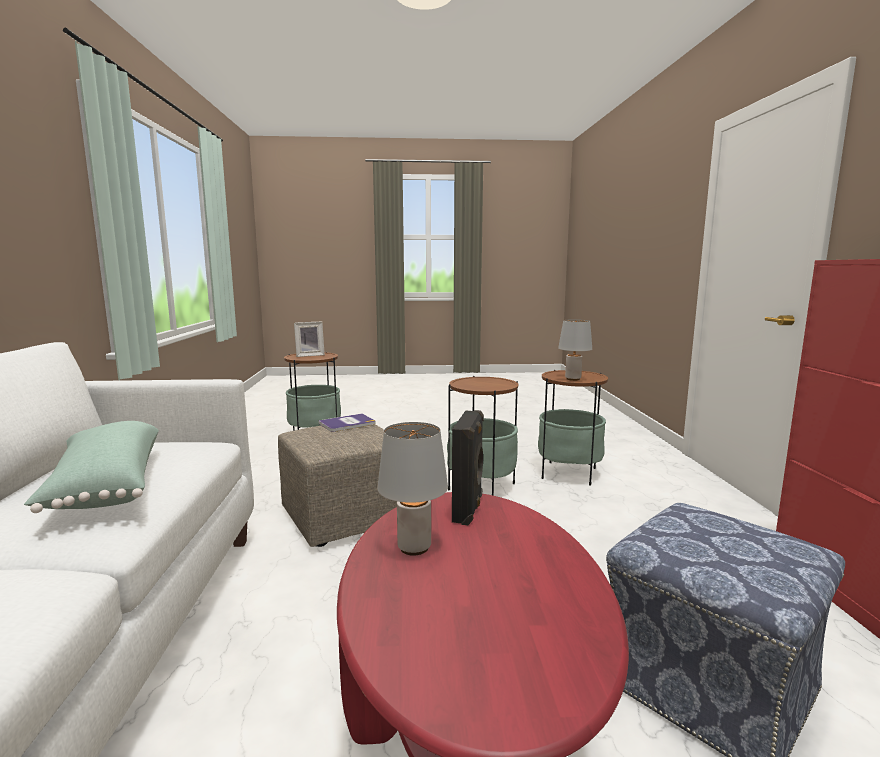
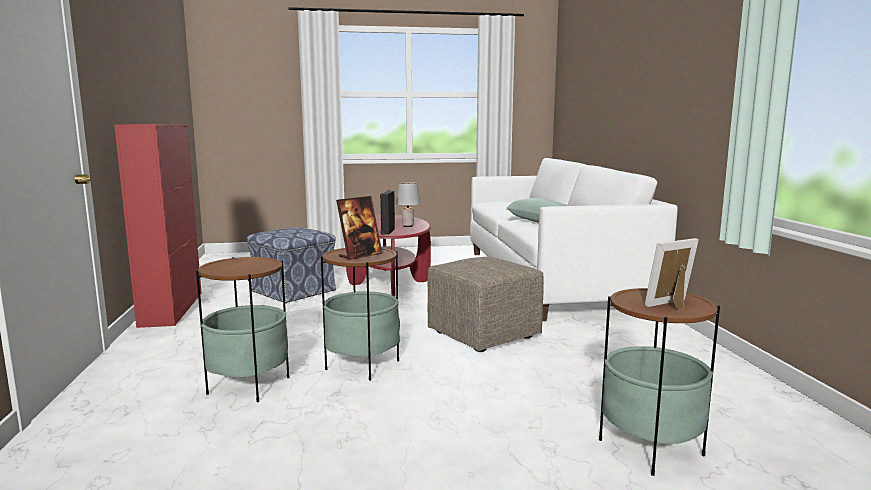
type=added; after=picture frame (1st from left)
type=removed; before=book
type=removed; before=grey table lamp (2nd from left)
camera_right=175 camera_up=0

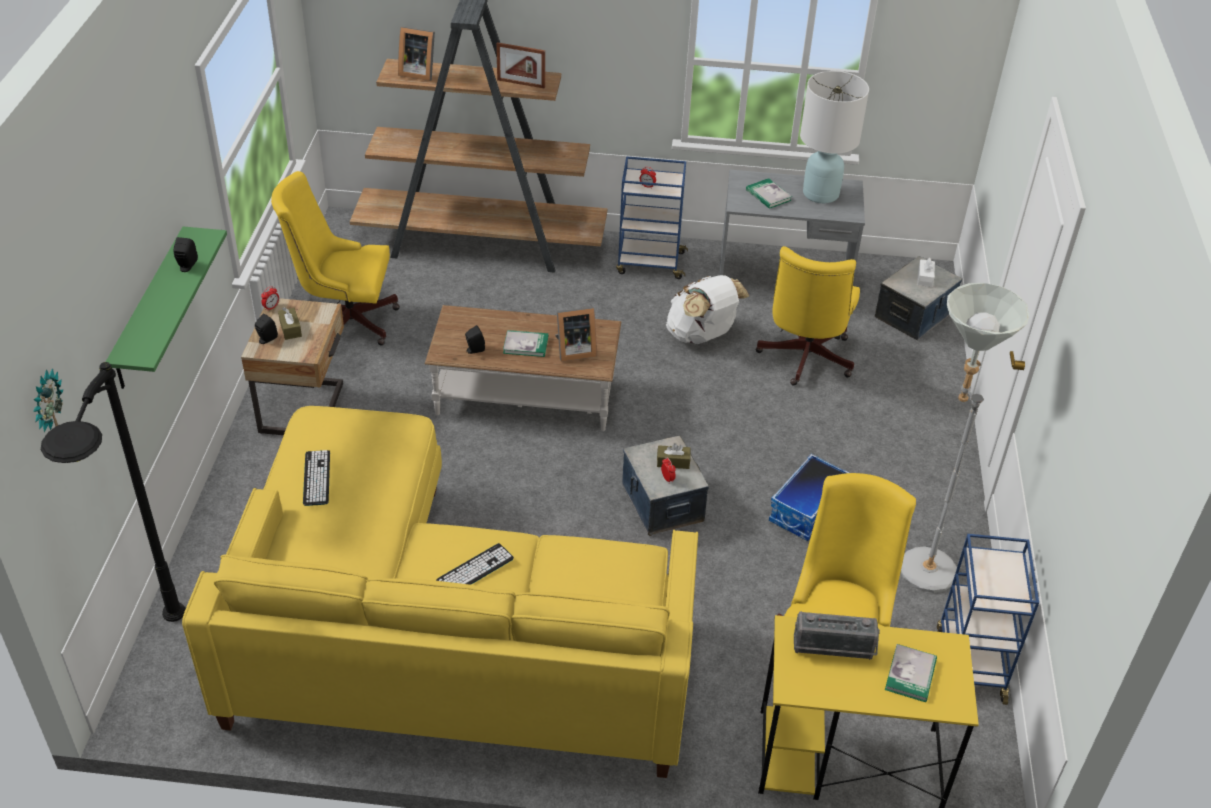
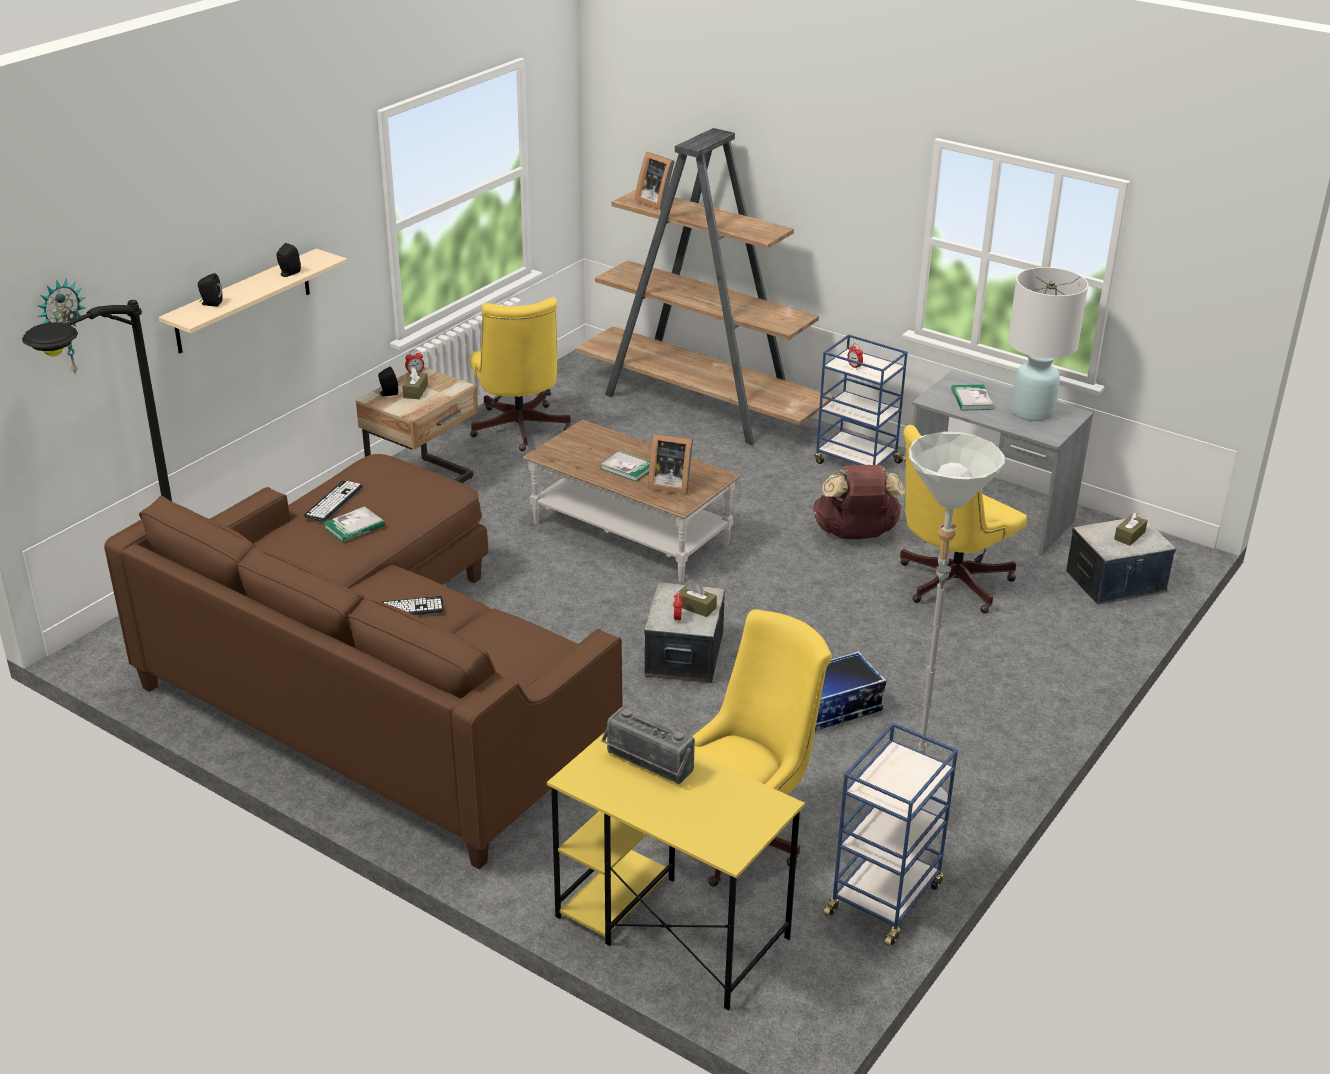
type=recoloured; before=yellow sofa; after=brown sofa
type=recoloured; before=green shelf; after=beige shelf
type=moved; before=black speaker (3rd from left in the first image); after=black speaker (1st from left)
type=moved; before=book (3rd from left in the first image); after=book (1st from left)
type=turned; before=yellow office chair (1st from left); turn=-135
type=recoloured; before=white backpack; after=brown backpack
type=recoloured; before=white tissue box; after=brown tissue box (3rd from left)
type=removed; before=picture frame (2nd from left)
camera_right=30 camera_up=-10

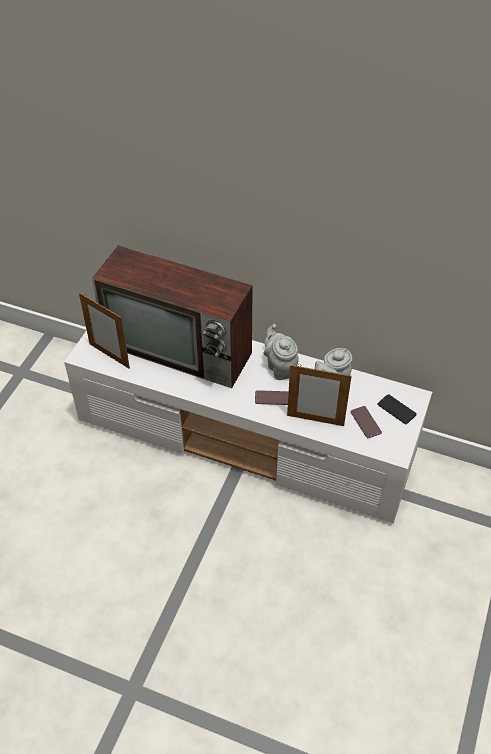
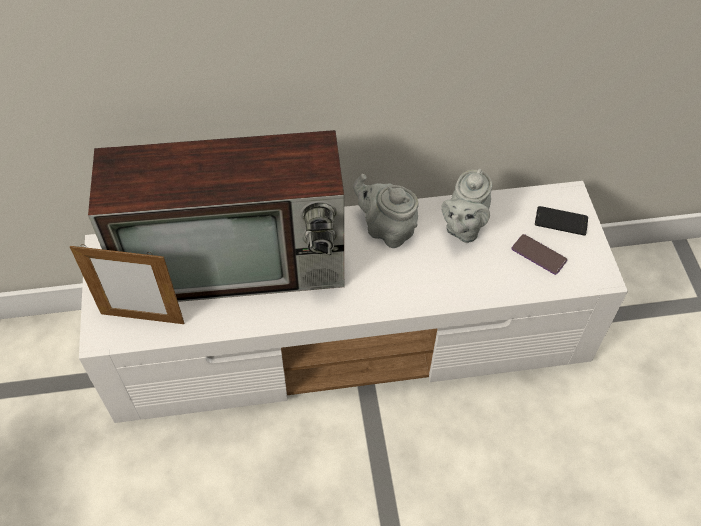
type=removed; before=phone (1st from left)
type=removed; before=picture frame (2nd from left)
camera_right=-30 camera_up=5

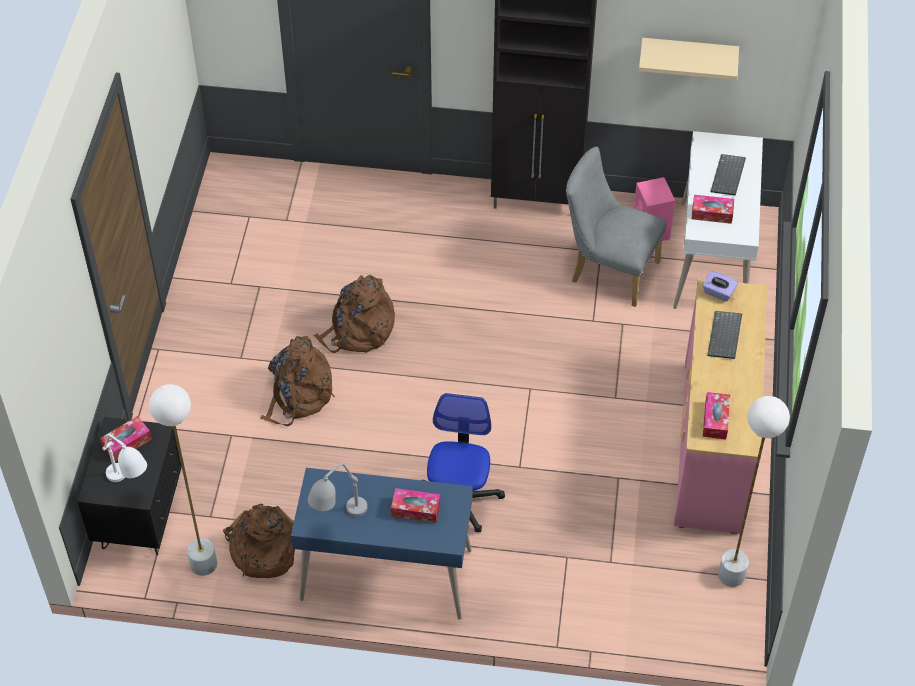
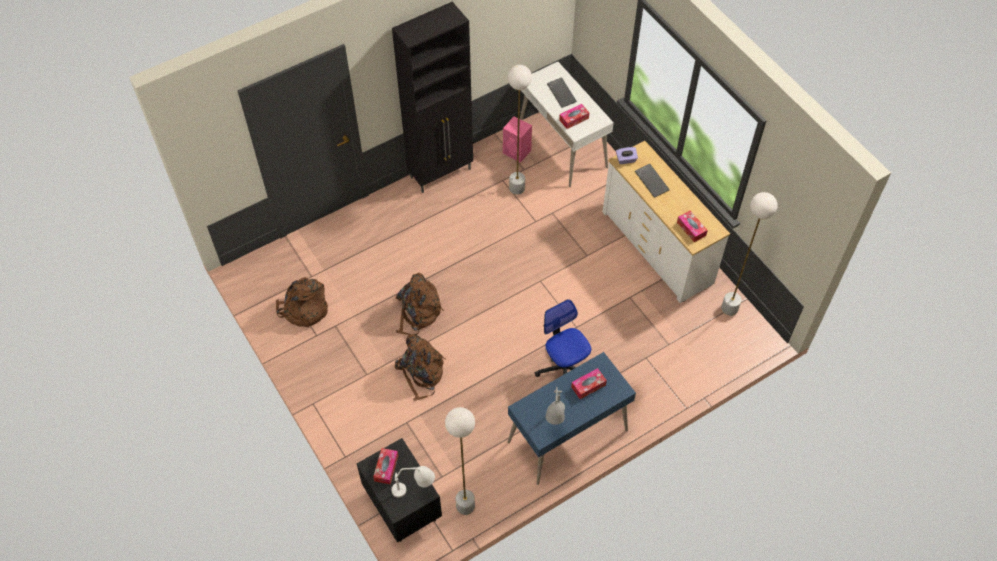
type=moved; before=brown backpack (1st from left)
type=replaced; before=grey chair; after=white floor lamp (2nd from left)
type=recoloured; before=pink dresser; after=white dresser
type=removed; before=beige shelf
camera_right=-40 camera_up=5

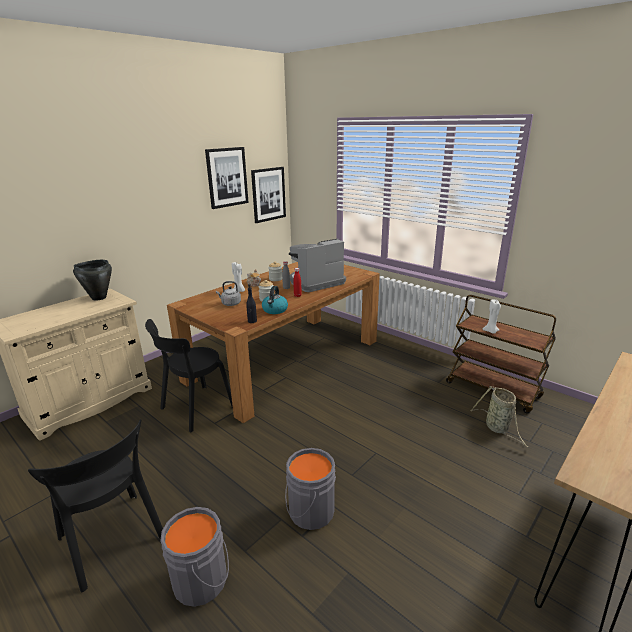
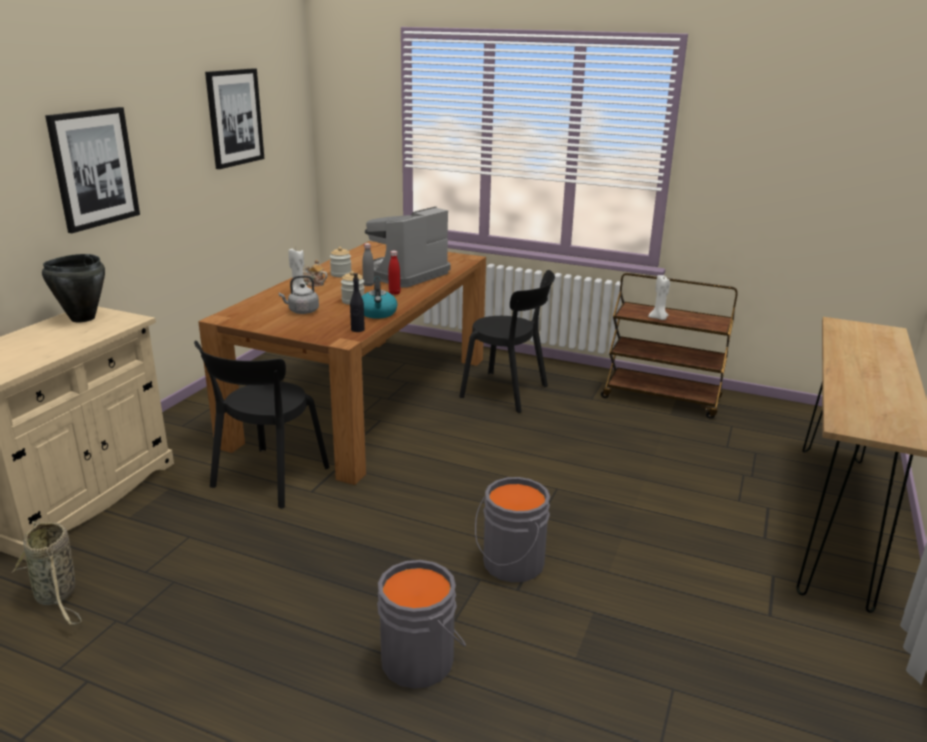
type=moved; before=basket
type=moved; before=picture (2nd from left in the first image); after=picture (1st from left)
type=moved; before=black chair (1st from left in the first image); after=black chair (2nd from left)
camera_right=-20 camera_up=0

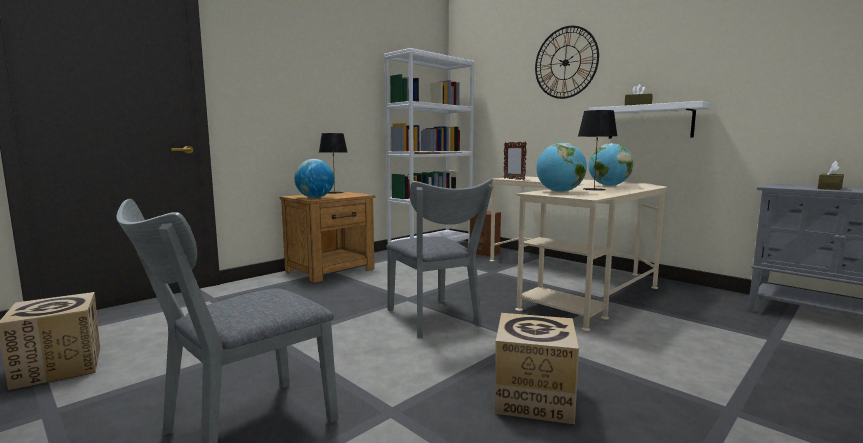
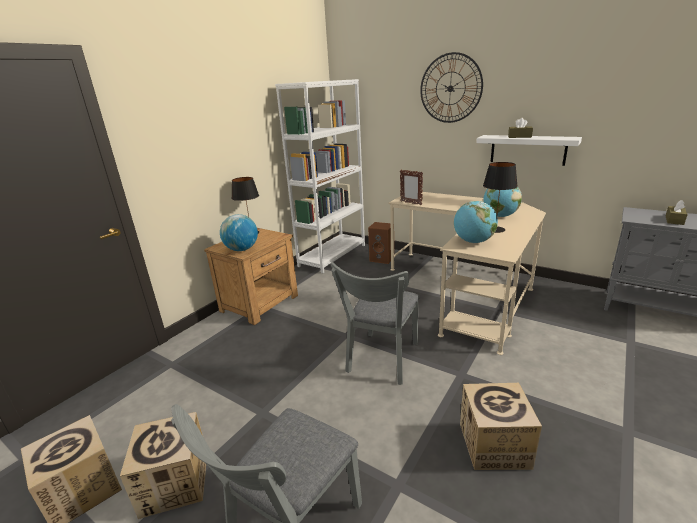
type=added; after=cardboard box (2nd from left)
type=turned; before=grey chair (2nd from left); turn=60
camera_right=-10 camera_up=15

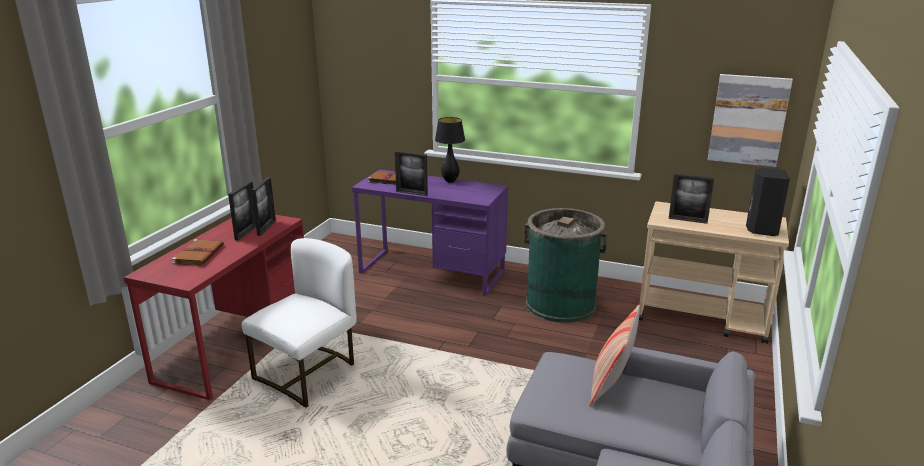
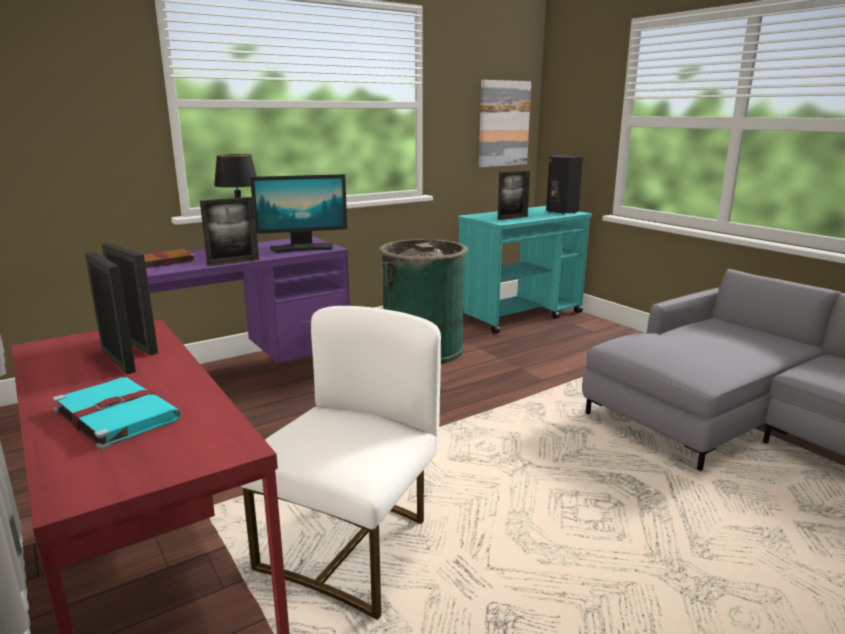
type=recoloured; before=brown book (1st from left); after=turquoise book
type=turned; before=white chair; turn=45
type=added; after=monitor
type=recoloured; before=beige cart; after=turquoise cart
type=removed; before=pillow
camera_right=-55 camera_up=-5

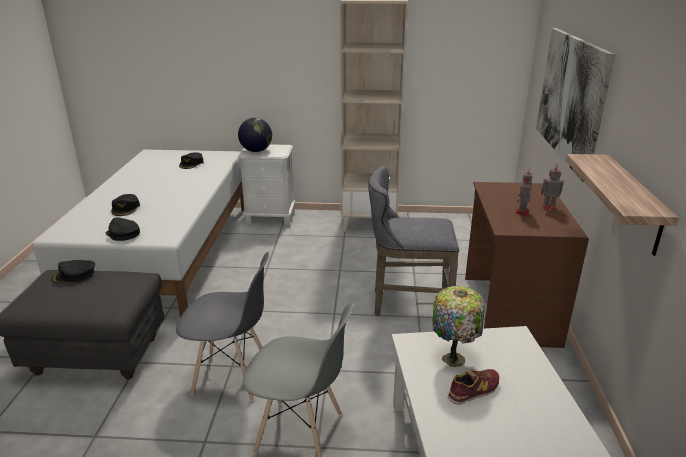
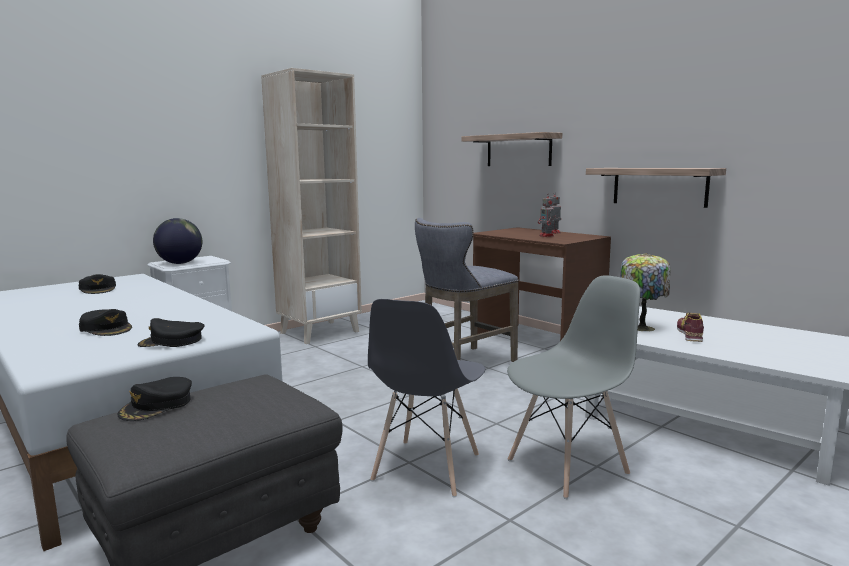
type=turned; before=grey chair (1st from left); turn=150
type=replaced; before=picture; after=shelf (1st from left)
camera_right=-45 camera_up=-15

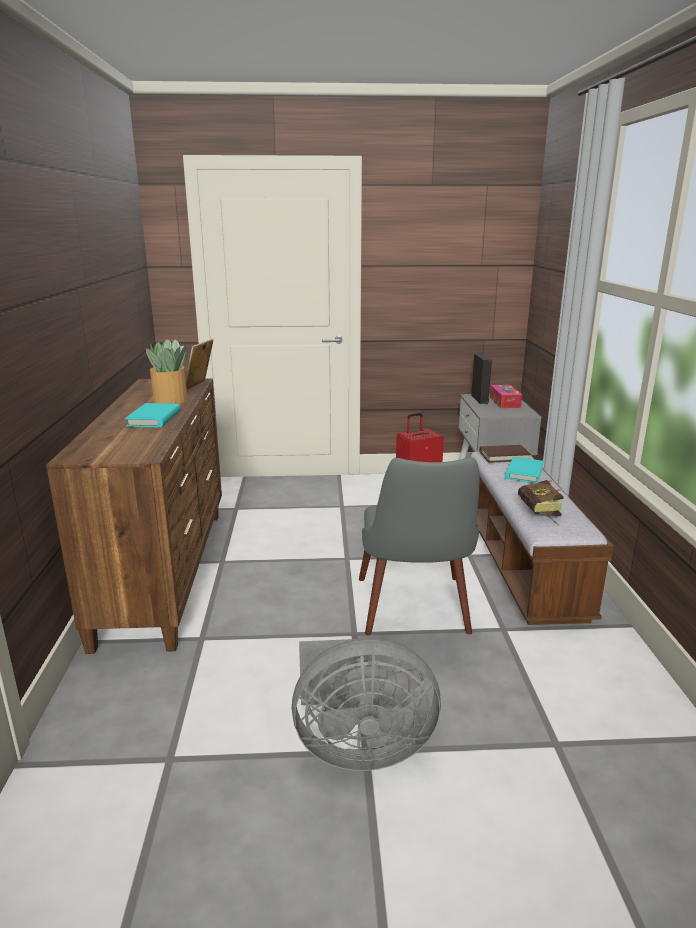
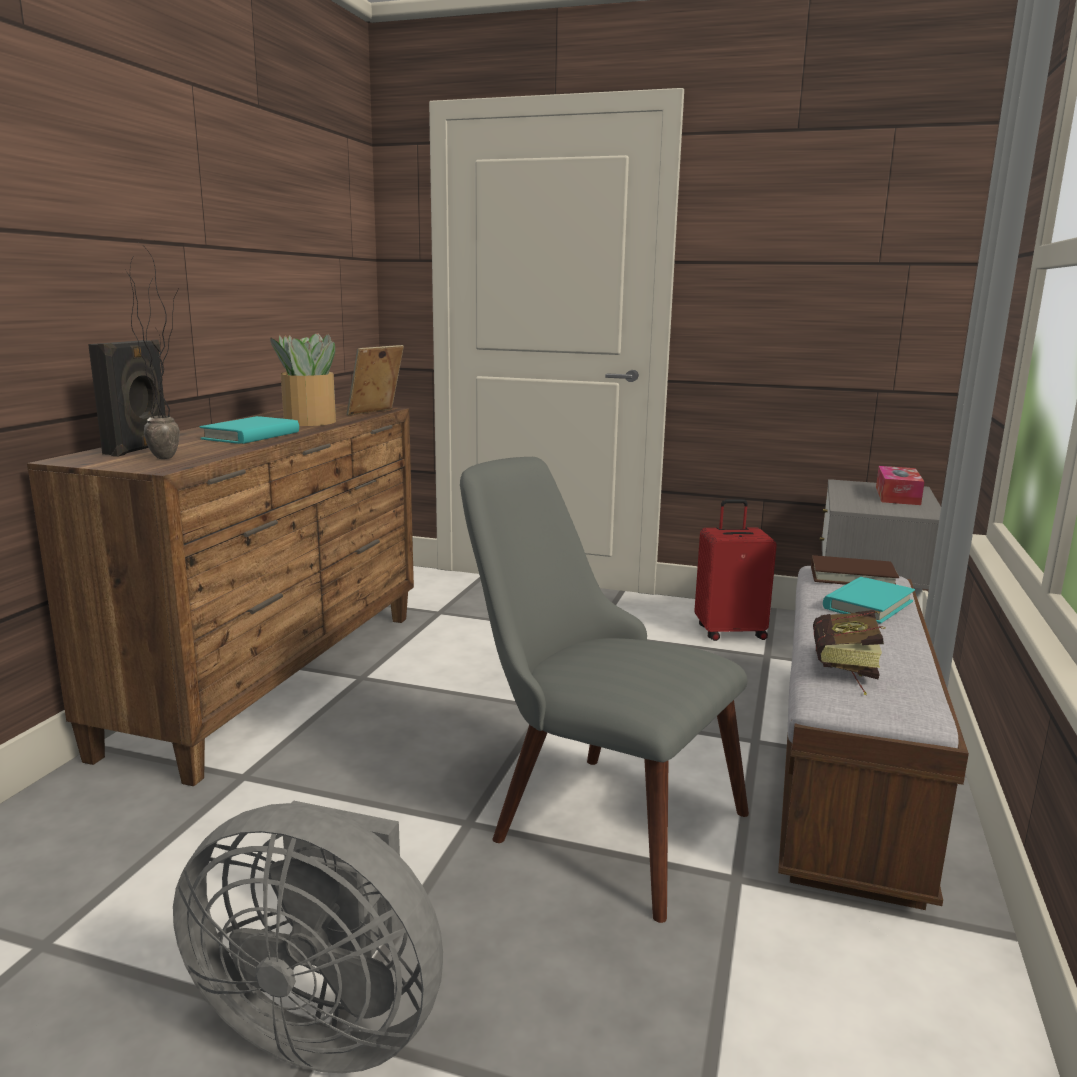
type=moved; before=black speaker
type=added; after=potted plant (1st from left)
type=turned; before=grey chair; turn=105
camera_right=20 camera_up=-5

